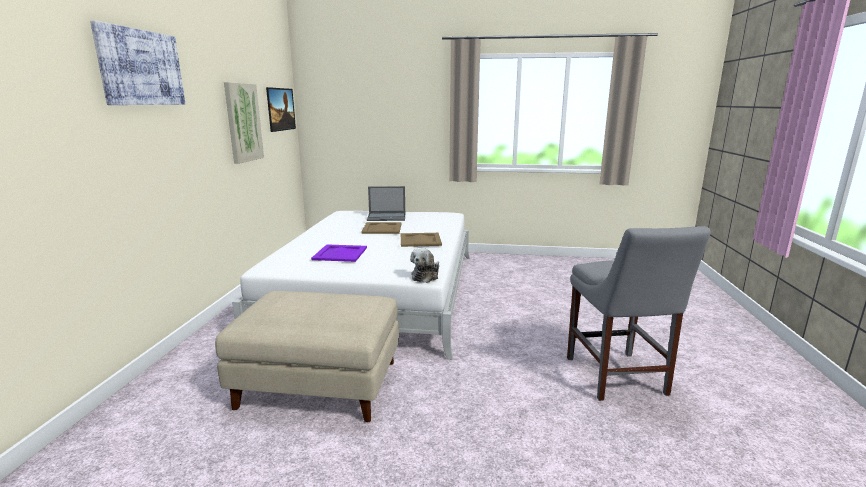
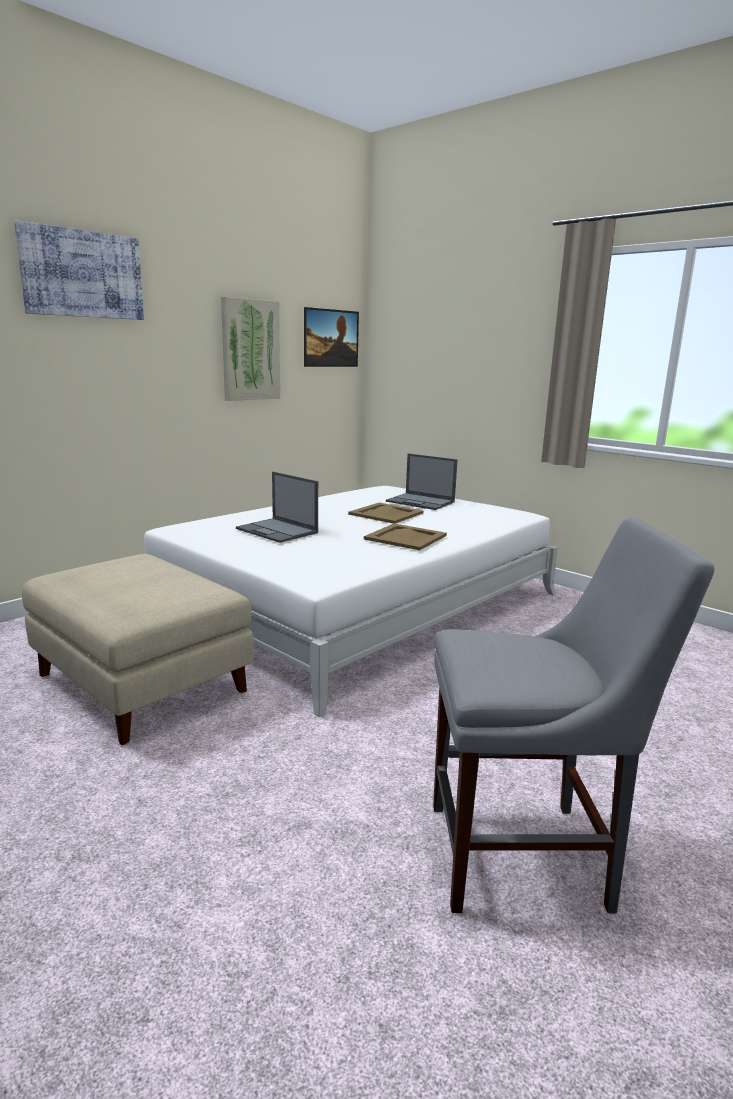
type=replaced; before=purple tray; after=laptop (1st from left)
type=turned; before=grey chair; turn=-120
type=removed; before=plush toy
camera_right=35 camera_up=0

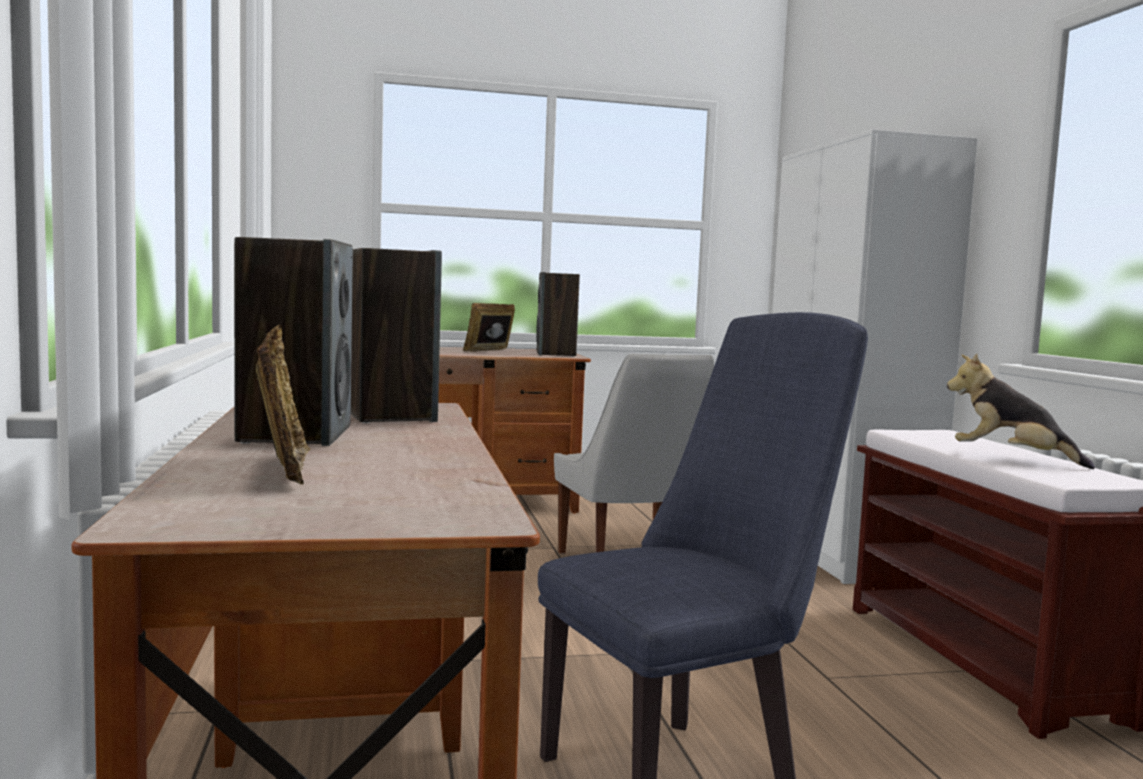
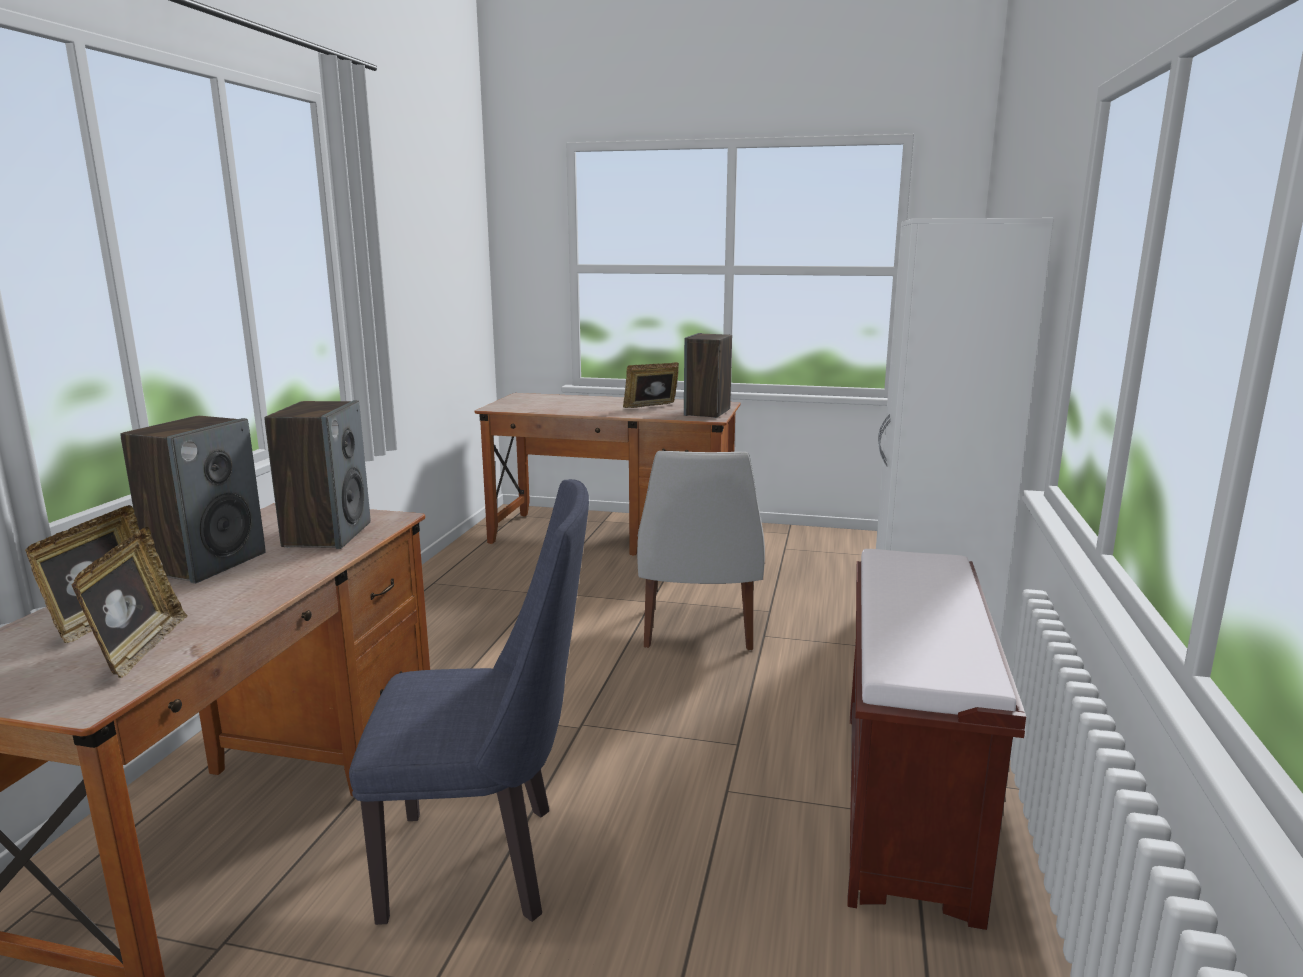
type=added; after=picture frame (2nd from left)
type=removed; before=plush toy
camera_right=25 camera_up=10

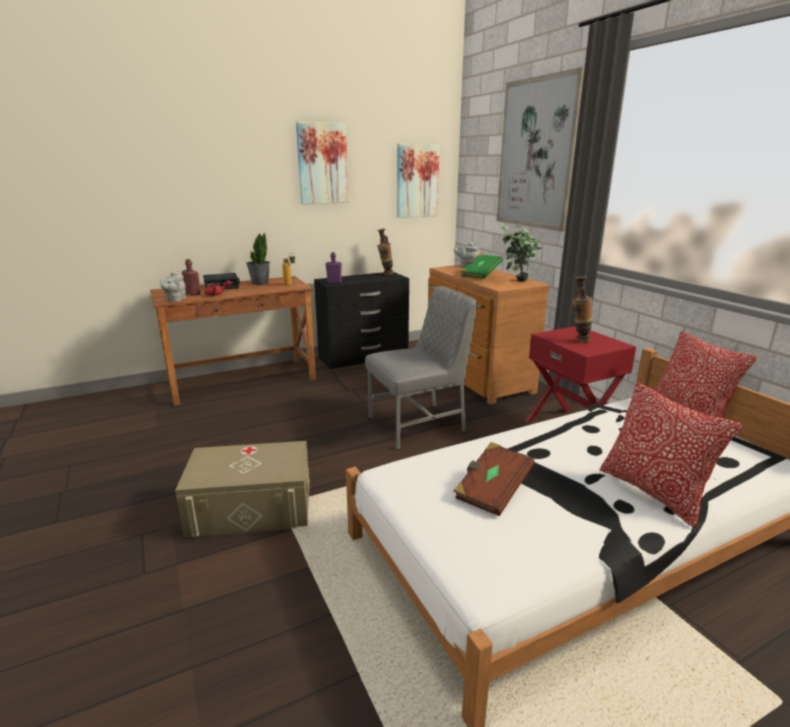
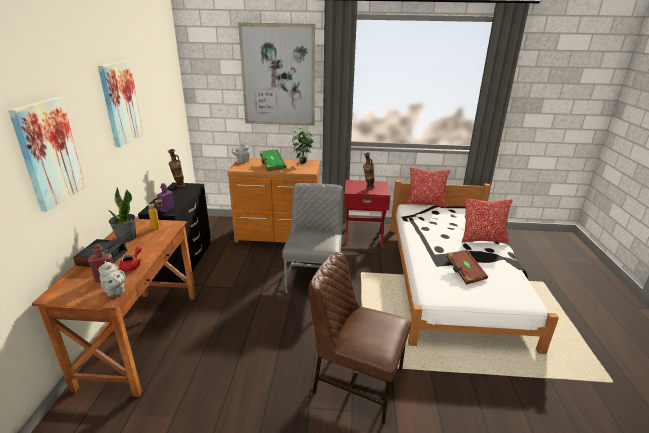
type=moved; before=picture (2nd from left in the first image); after=picture (1st from left)
type=replaced; before=beige storage box; after=brown chair
camera_right=-60 camera_up=5

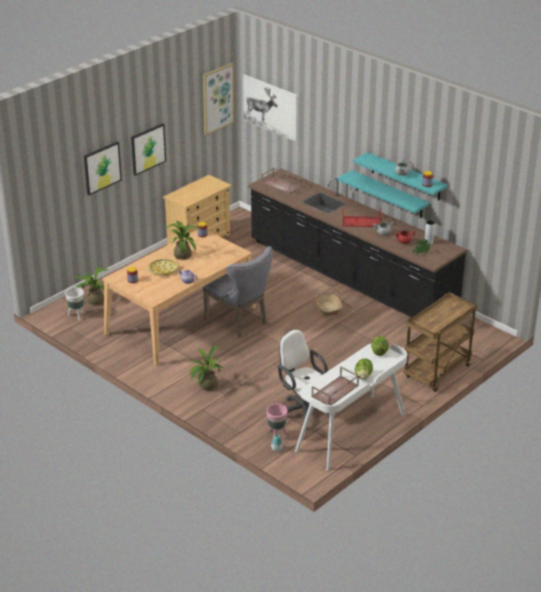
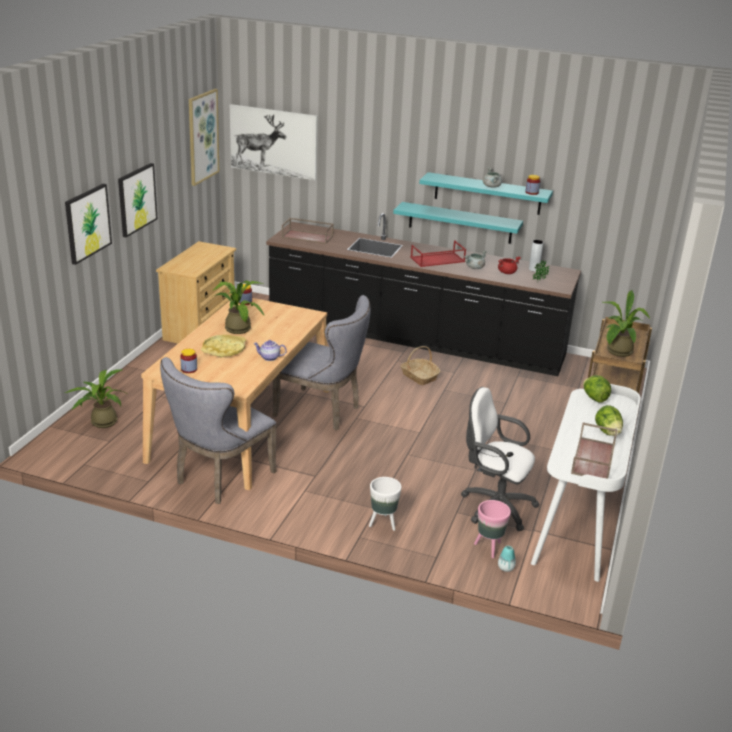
type=added; after=grey chair (1st from left)
type=moved; before=white planter
type=moved; before=potted plant (3rd from left in the first image); after=potted plant (4th from left)
camera_right=-25 camera_up=-5

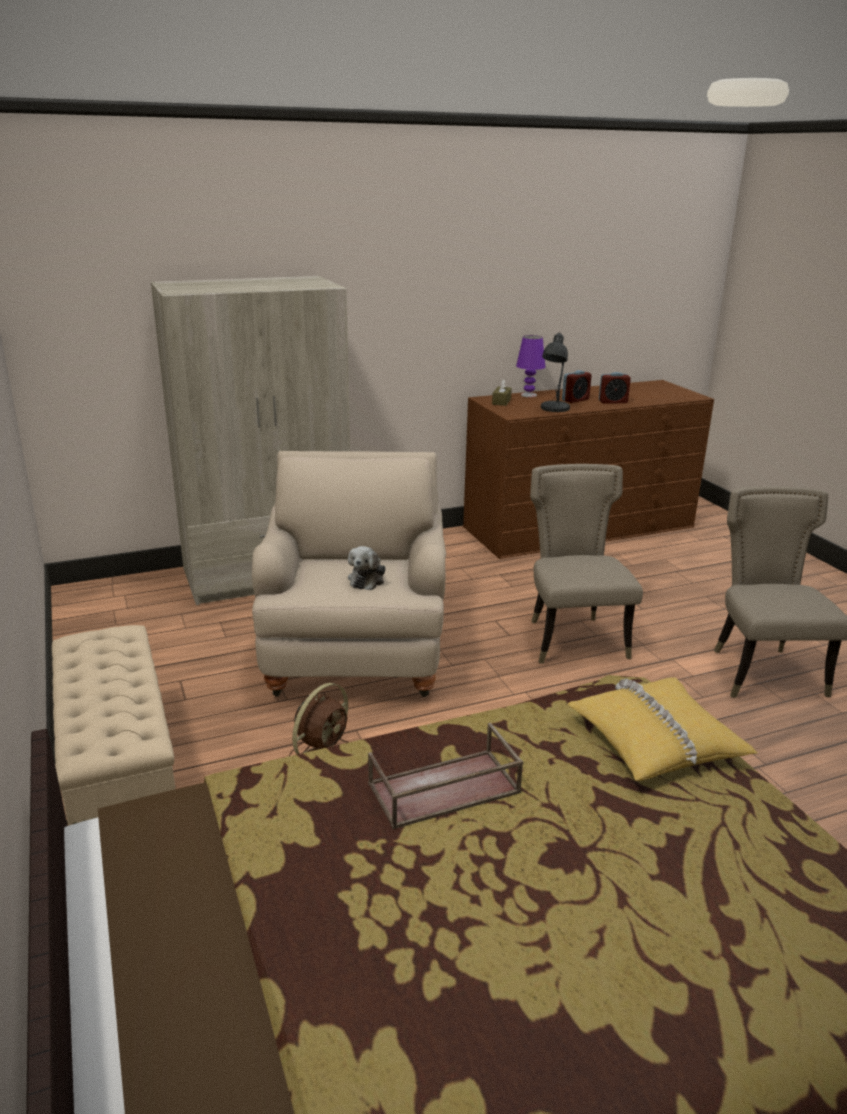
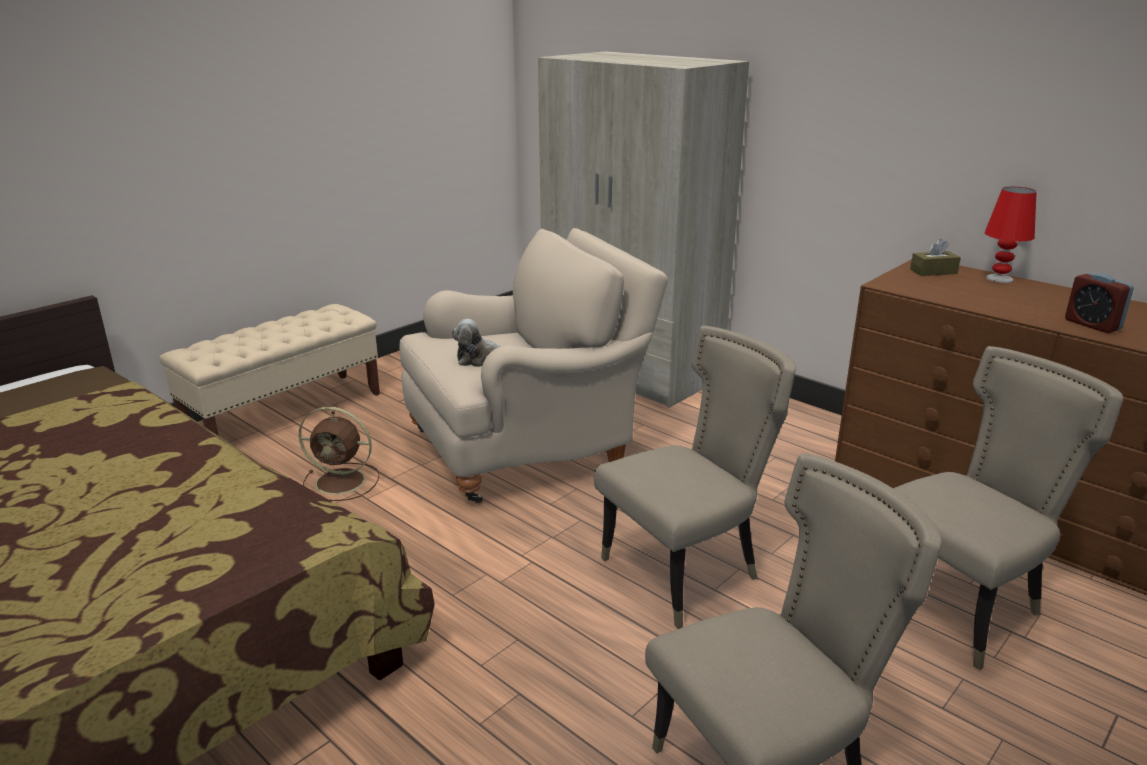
type=added; after=beige chair (3rd from left)
type=recoloured; before=purple table lamp; after=red table lamp
type=removed; before=brown tray
type=removed; before=grey table lamp
type=removed; before=alarm clock (1st from left)
type=removed; before=yellow pillow
camera_right=65 camera_up=0

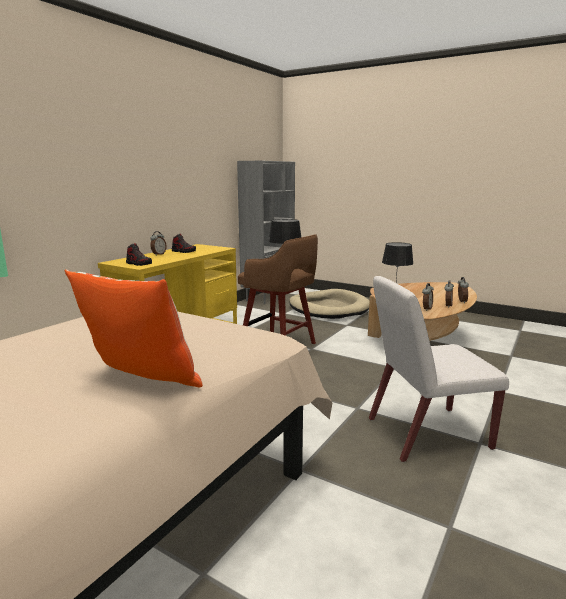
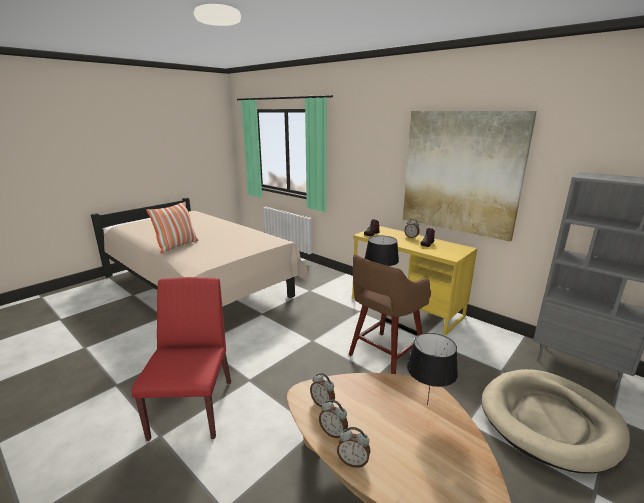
type=recoloured; before=white chair; after=red chair
type=added; after=picture
camera_right=100 camera_up=5

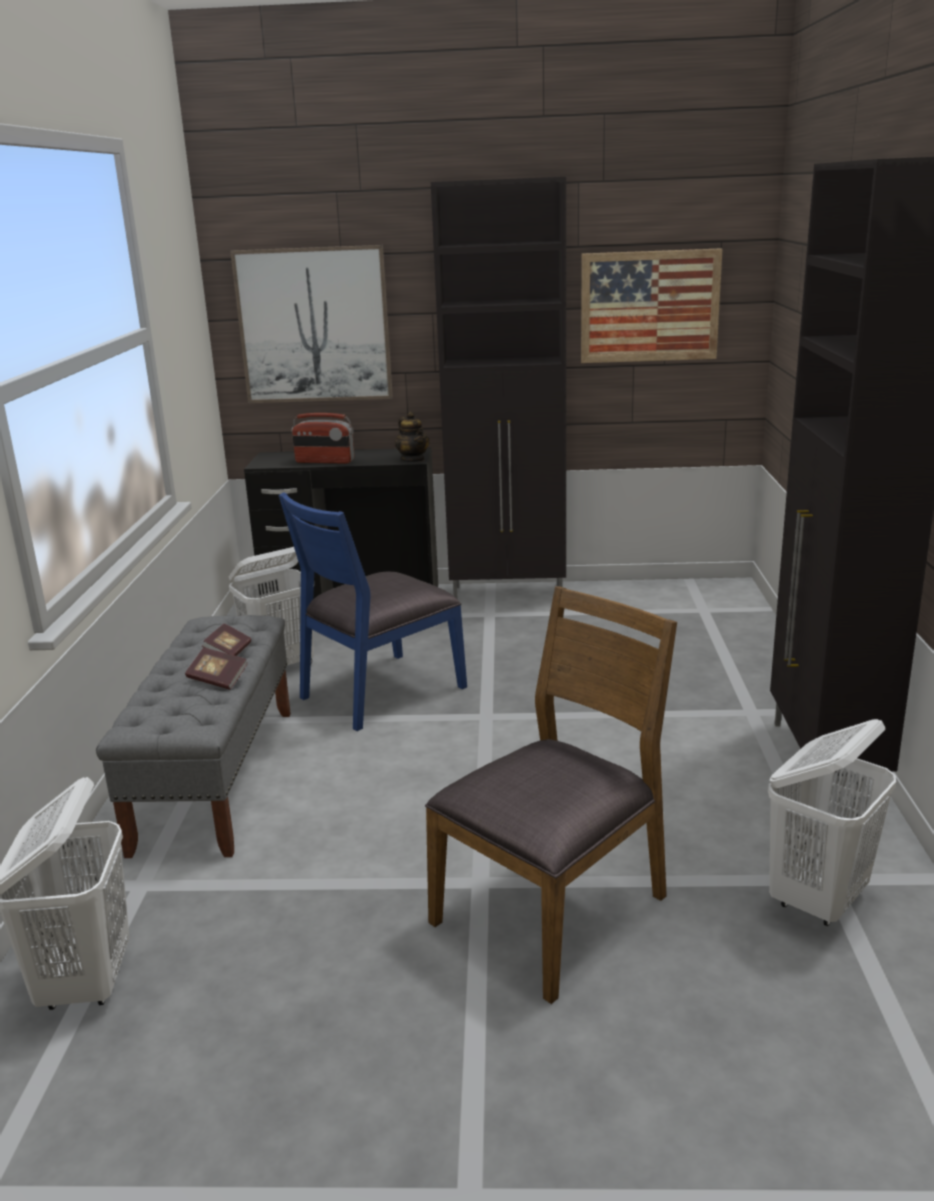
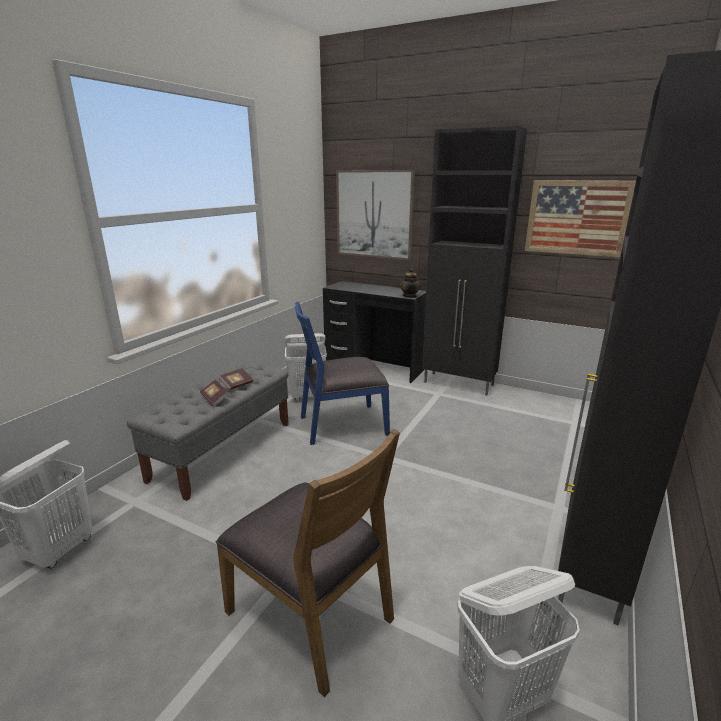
type=turned; before=brown chair; turn=60
type=removed; before=radio
camera_right=25 camera_up=0

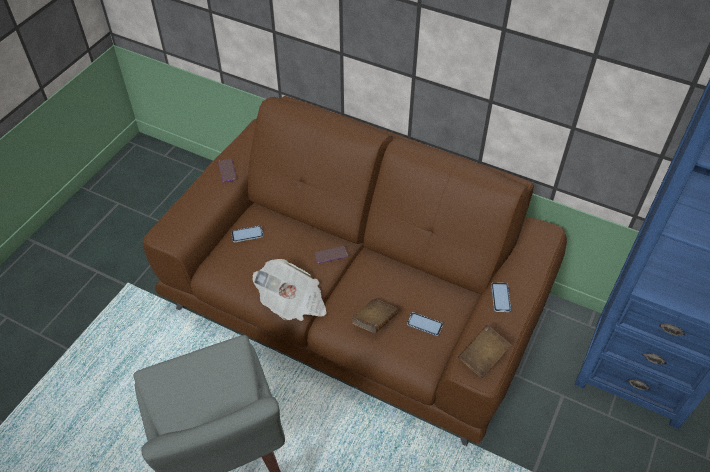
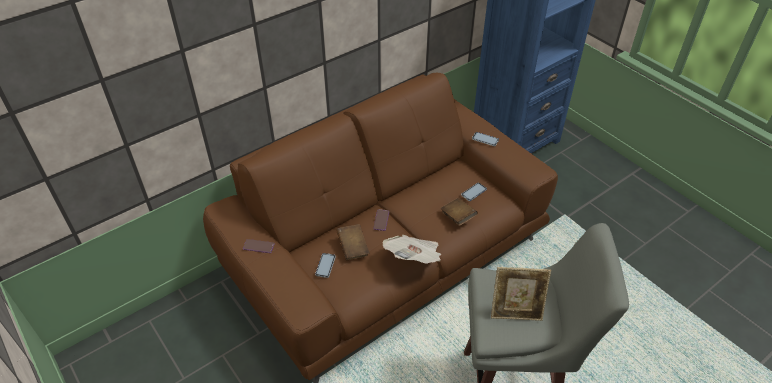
type=moved; before=brown book (2nd from left in the first image); after=brown book (1st from left)
type=added; after=picture frame
camera_right=-65 camera_up=-5

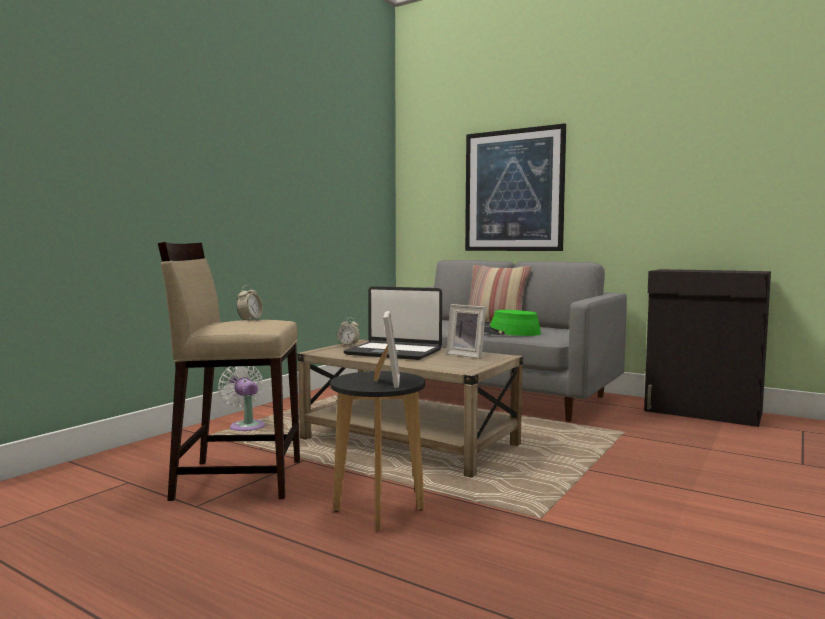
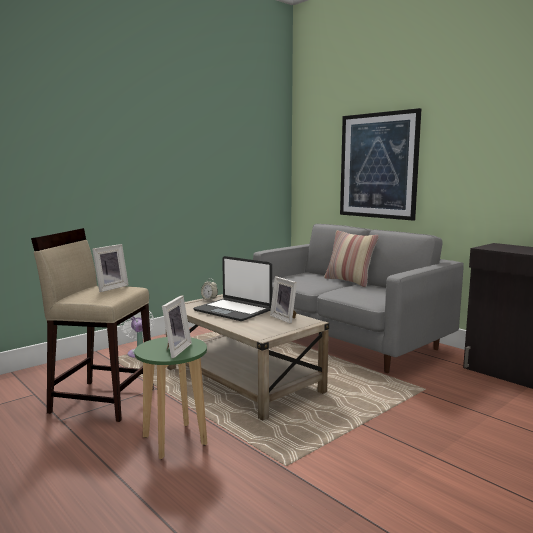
type=replaced; before=alarm clock (1st from left); after=picture frame (1st from left)
type=recoloured; before=black stool; after=green stool
type=removed; before=green hat
camera_right=15 camera_up=5

